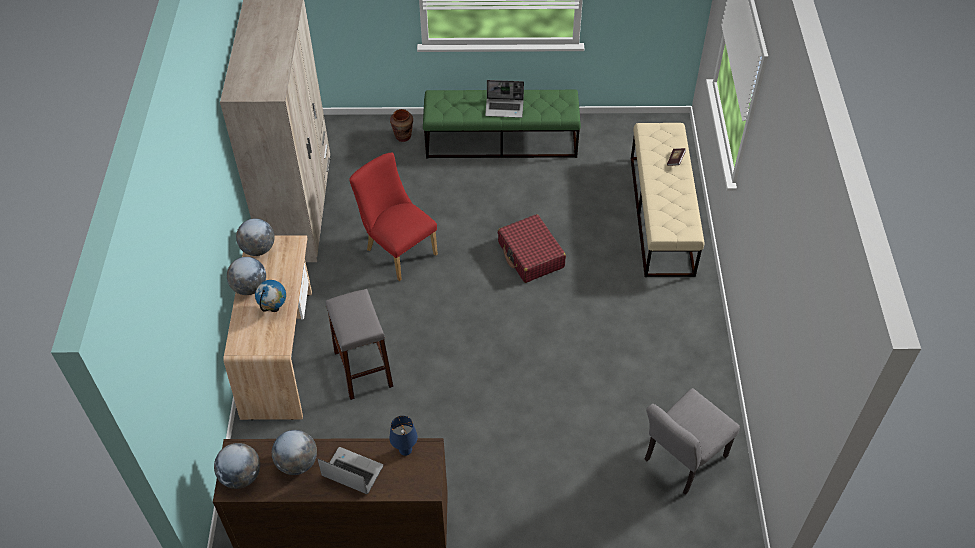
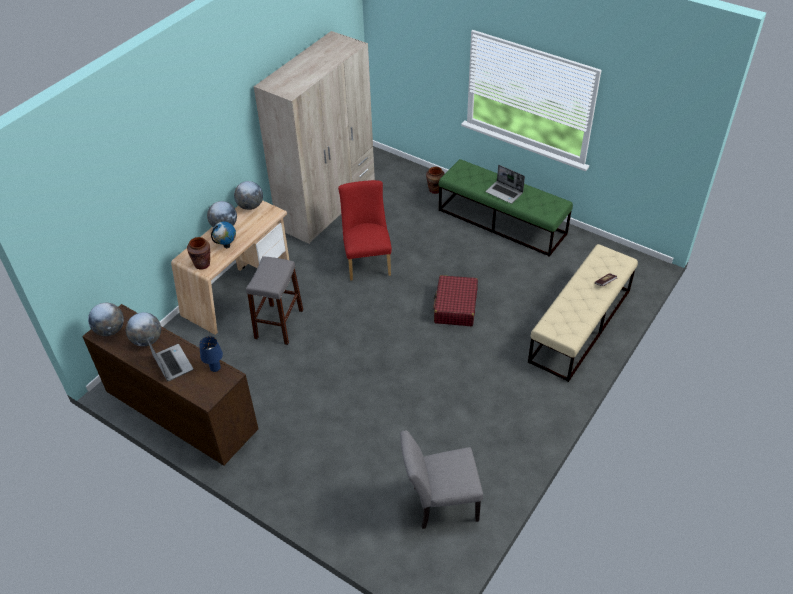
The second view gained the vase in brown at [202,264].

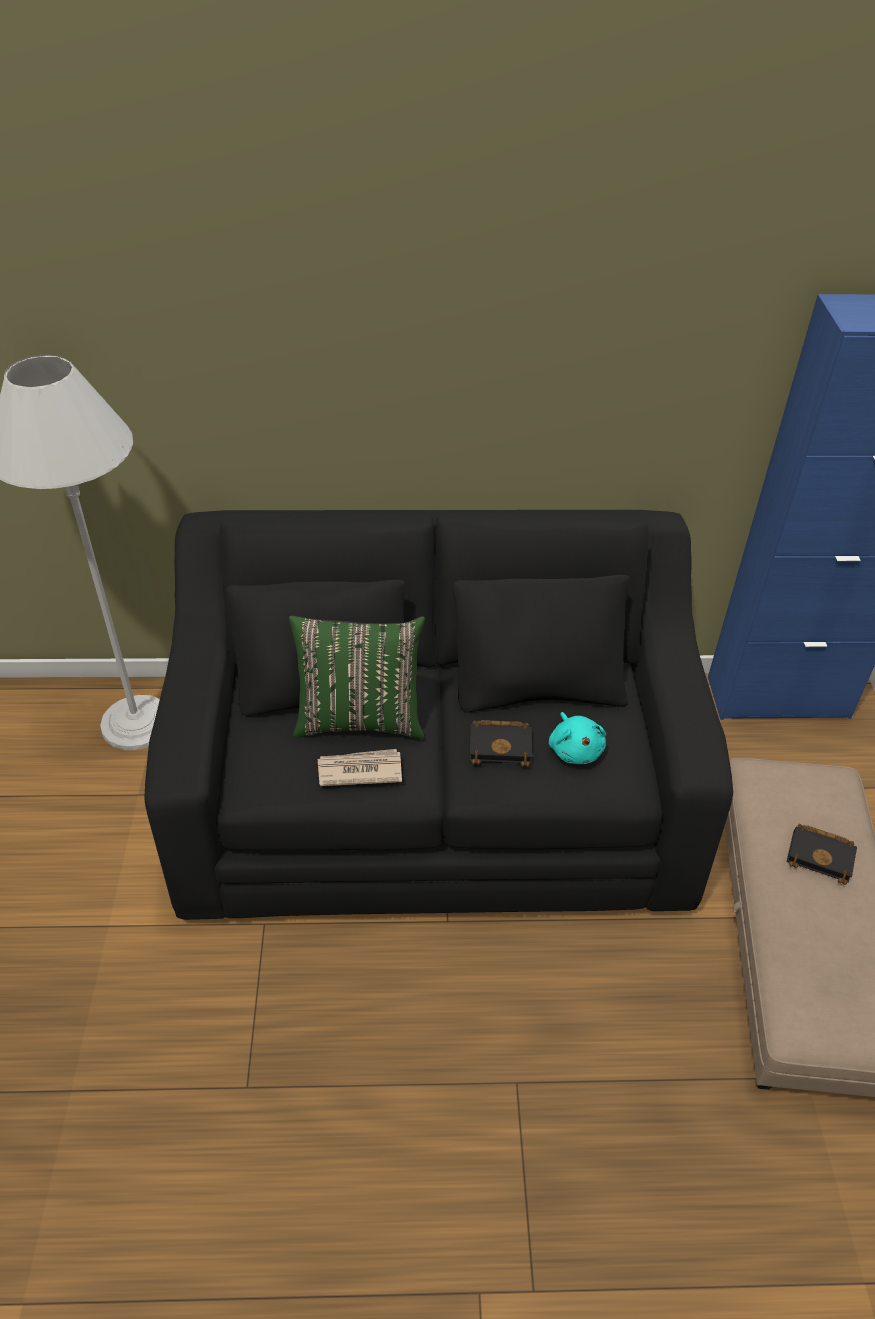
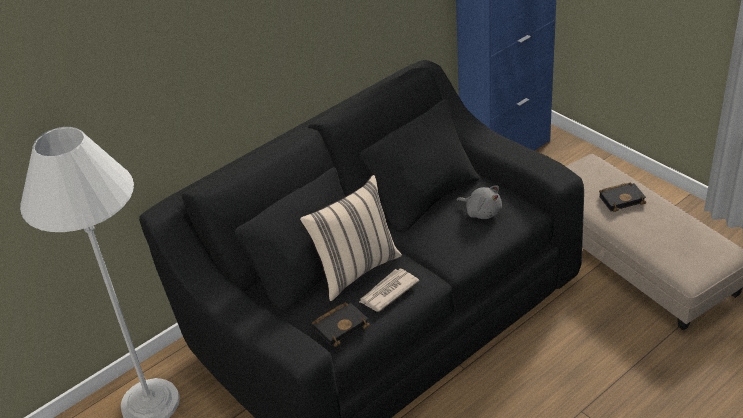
What was the pillow in green at [360,719] turned into the pillow in beige at [355,269].
What was the plush toy in turquoise at [575,749] turned into the plush toy in grey at [482,212].
The book in black ended up elsewhere, having gone from [502,745] to [341,325].

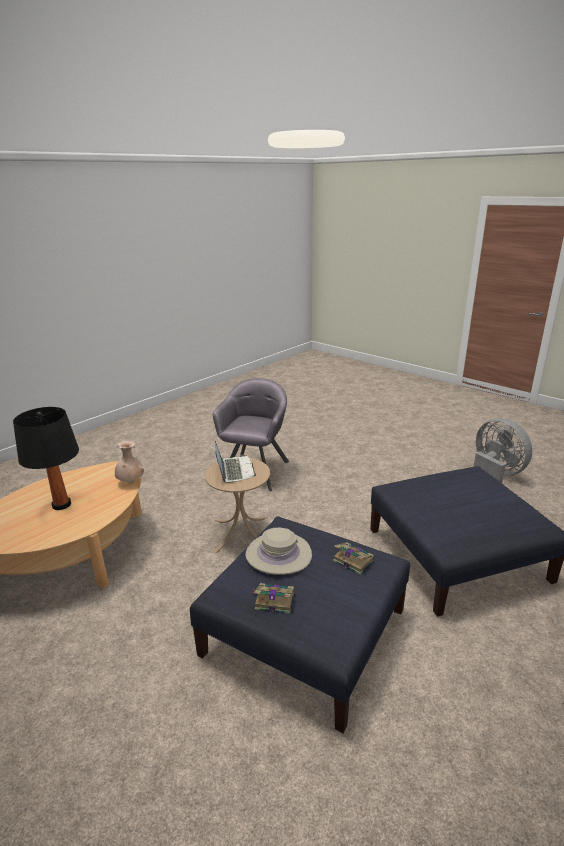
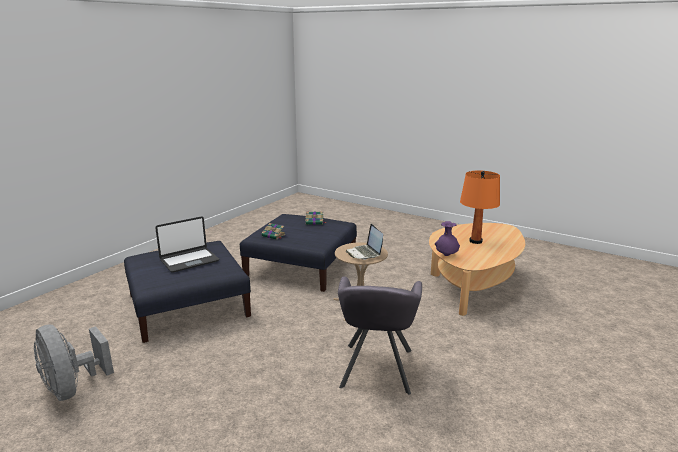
What was the table lamp in black at [61,504] turned into the table lamp in orange at [476,241].
What was the vase in beige at [131,482] turned into the vase in purple at [446,255].
The second view lost the hat in beige at [278,555].
The second view gained the laptop at [189,260].

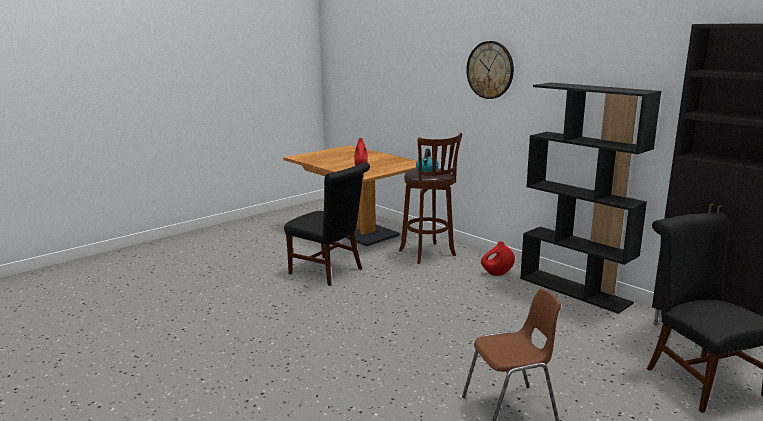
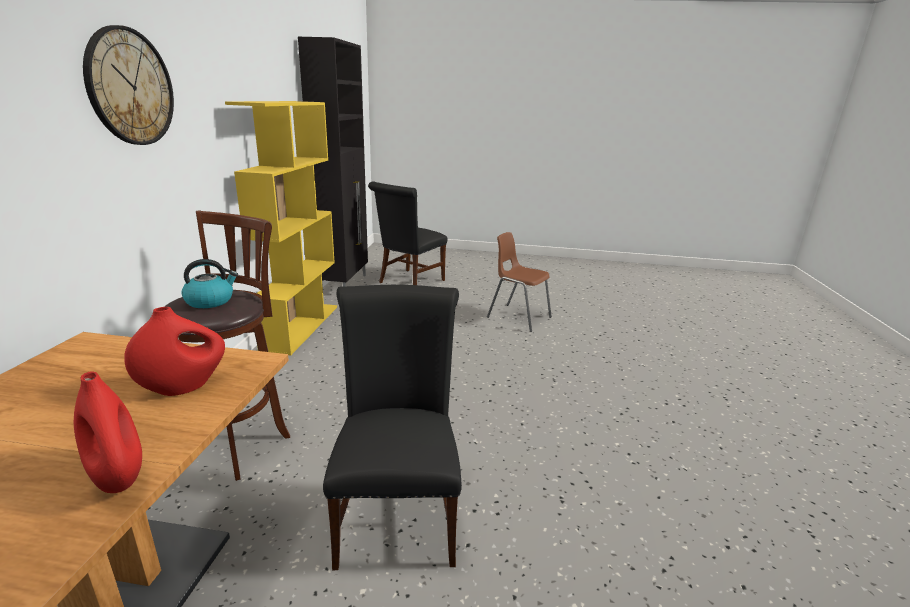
What was the bookcase in black at [575,290] turned into the bookcase in yellow at [301,327].
The vase in red ended up elsewhere, having gone from [497,273] to [118,477].

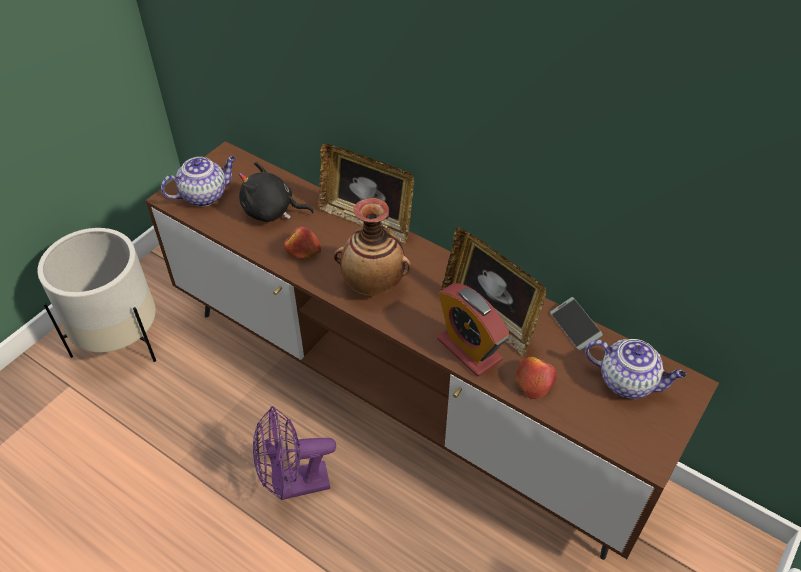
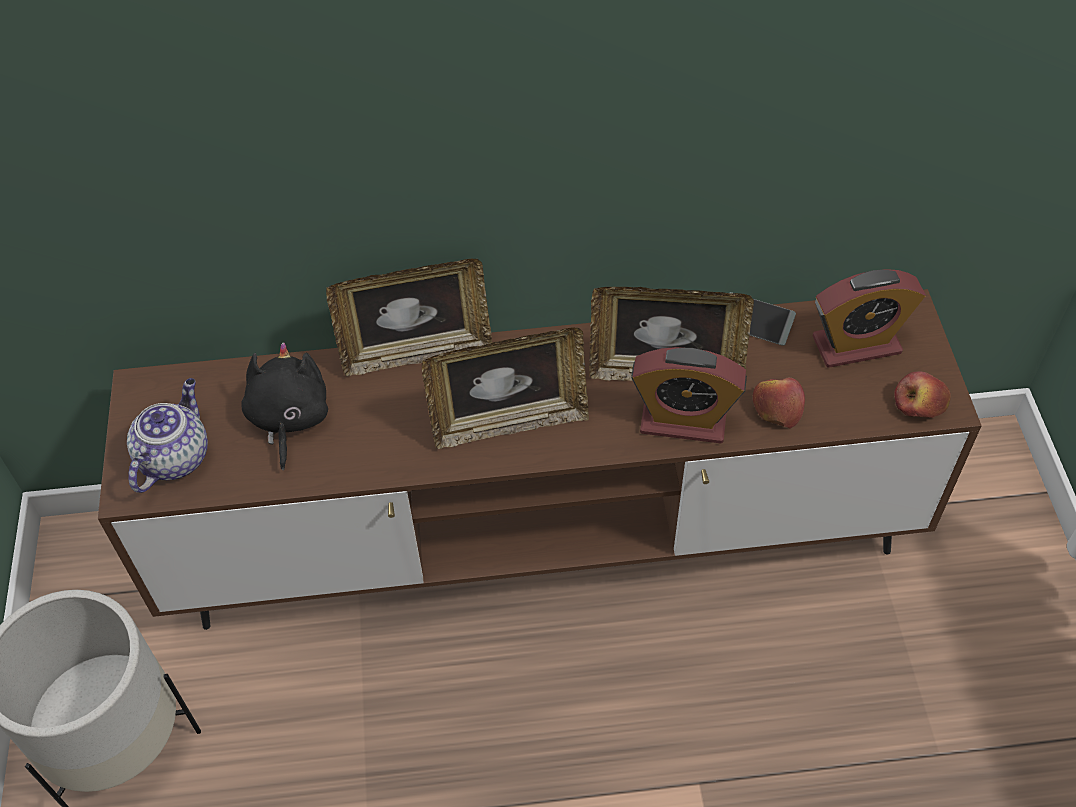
The plush toy in black at [272,211] ended up facing another way, 120 degrees clockwise from before.
Where the vase stood at [373,284], the picture frame came to stand at [509,422].
The apple ended up elsewhere, having gone from [302,250] to [919,404].
Where the teapot stood at [628,382], the alarm clock came to stand at [856,345].
The second view lost the fan in purple at [294,485].

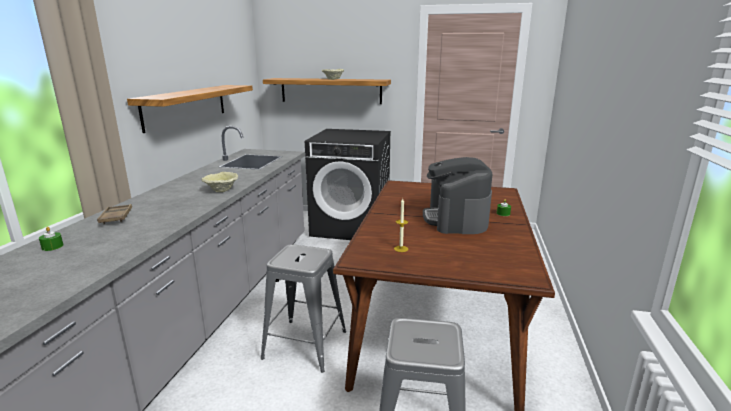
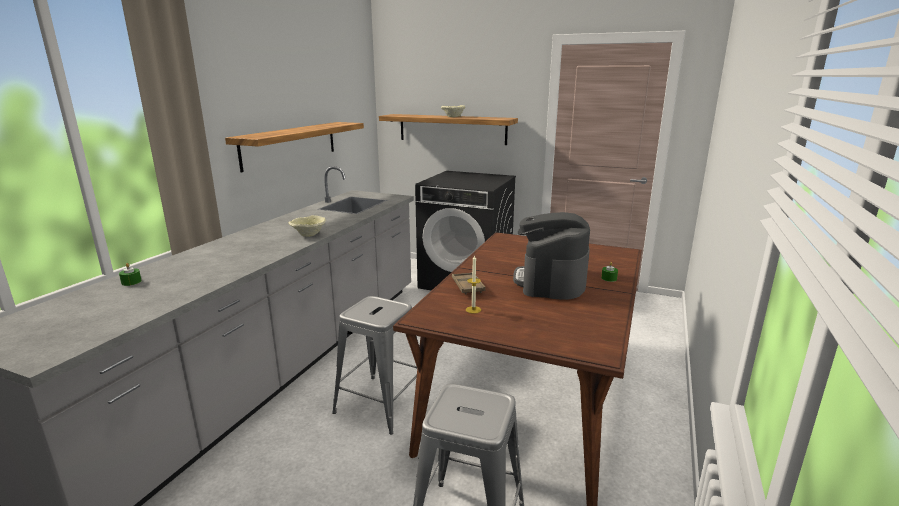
The tray in brown ended up elsewhere, having gone from [116,217] to [467,286].

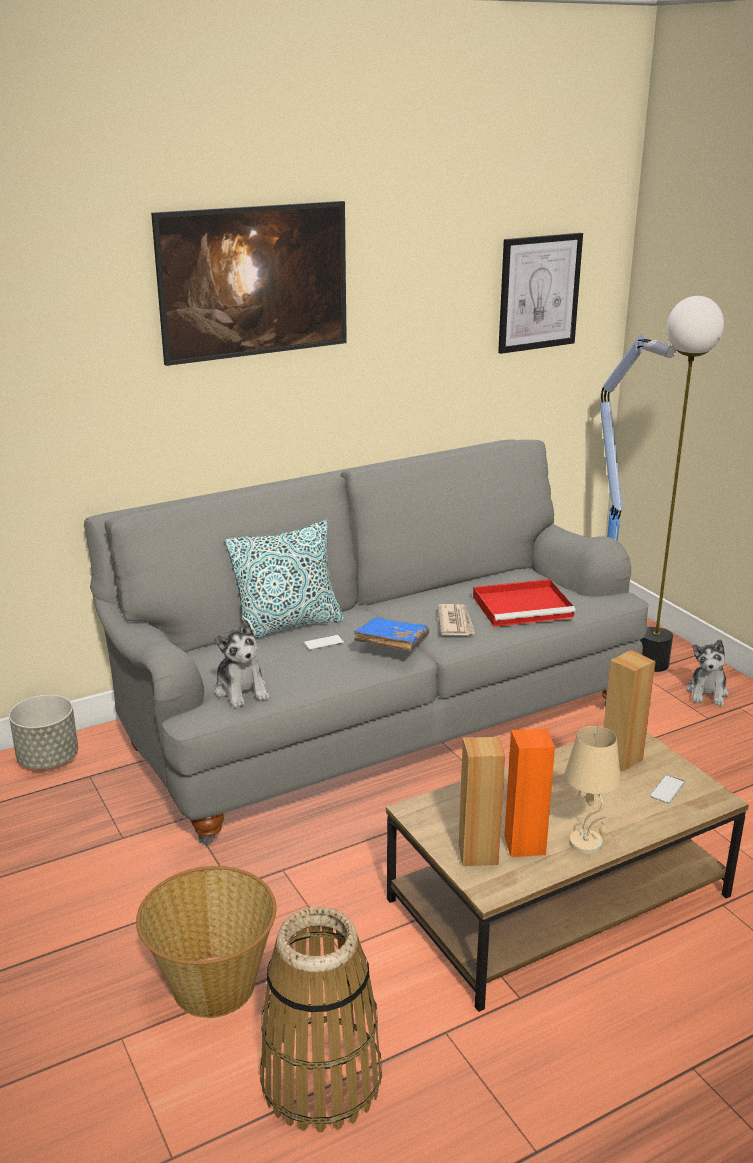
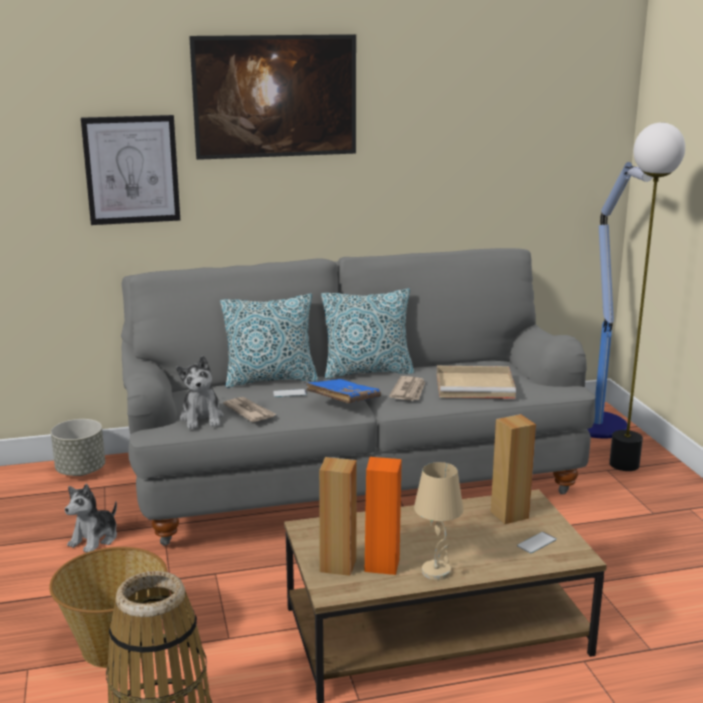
The picture ended up elsewhere, having gone from [539,292] to [131,170].
What was the tray in red at [524,607] turned into the tray in beige at [476,386].
The plush toy ended up elsewhere, having gone from [707,693] to [95,539].
The second view gained the pillow at [367,371].
The second view gained the newspaper at [249,412].

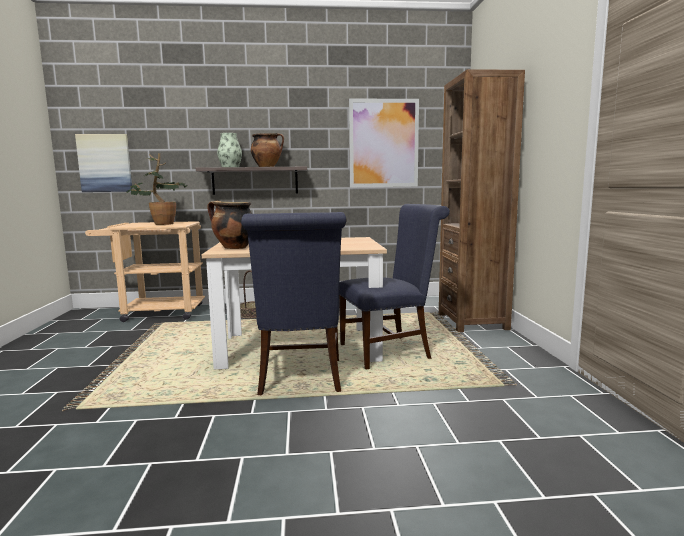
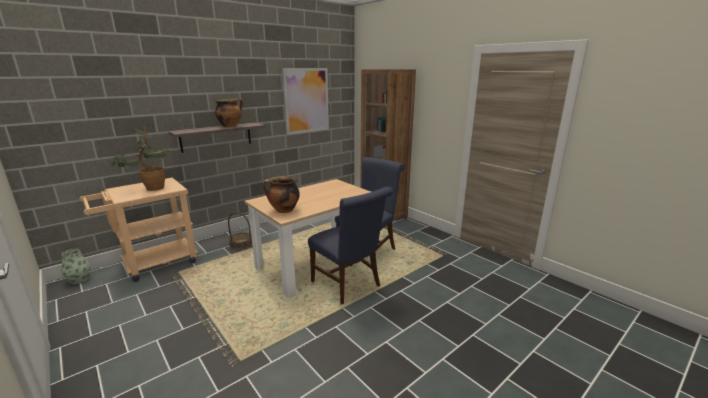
The vase ended up elsewhere, having gone from [230,167] to [79,279].
The second view lost the picture at [105,163].

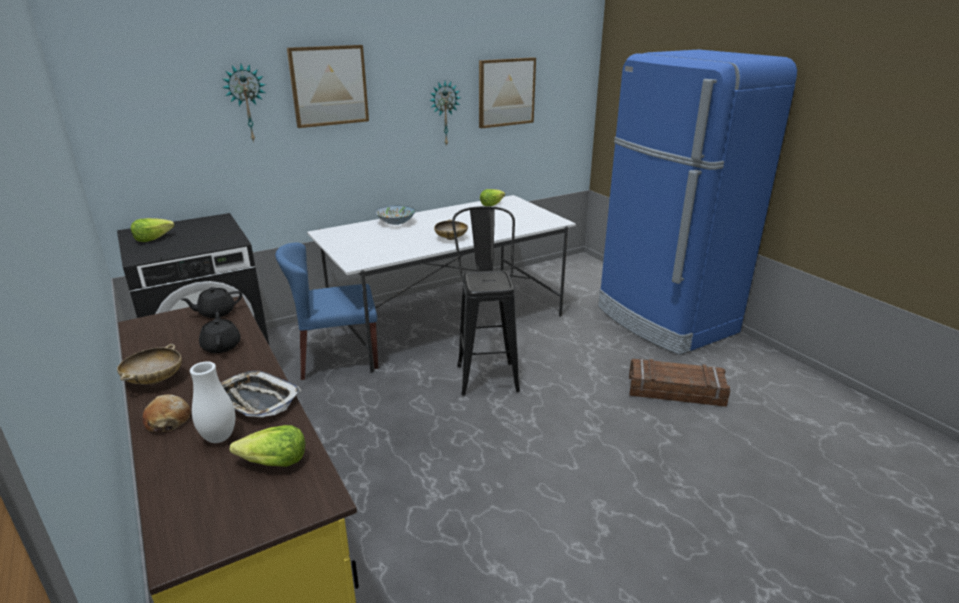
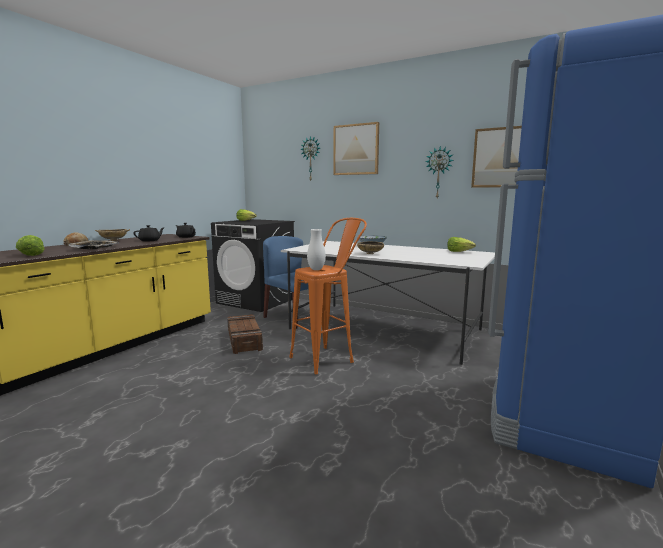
What was the stool in black at [486,372] turned into the stool in orange at [329,357].
The crate ended up elsewhere, having gone from [675,390] to [244,339].
The vase in white ended up elsewhere, having gone from [219,437] to [316,269].

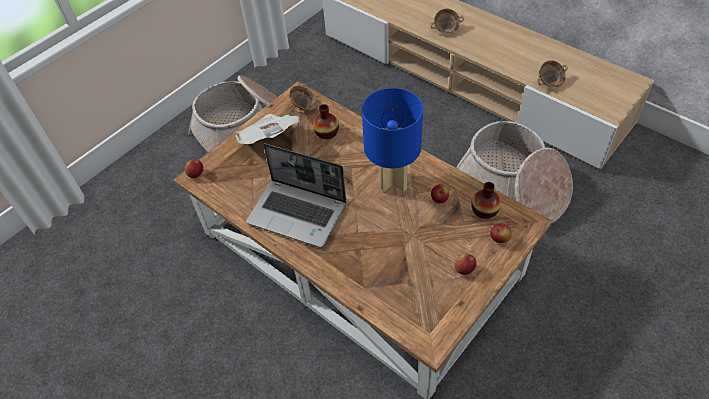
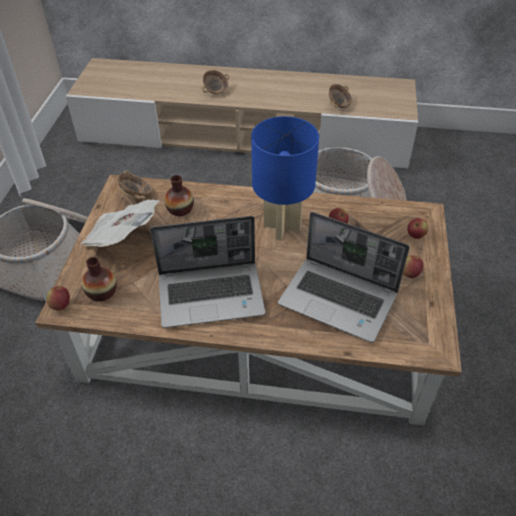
The vase ended up elsewhere, having gone from [484,210] to [102,292].
The second view gained the laptop at [339,299].

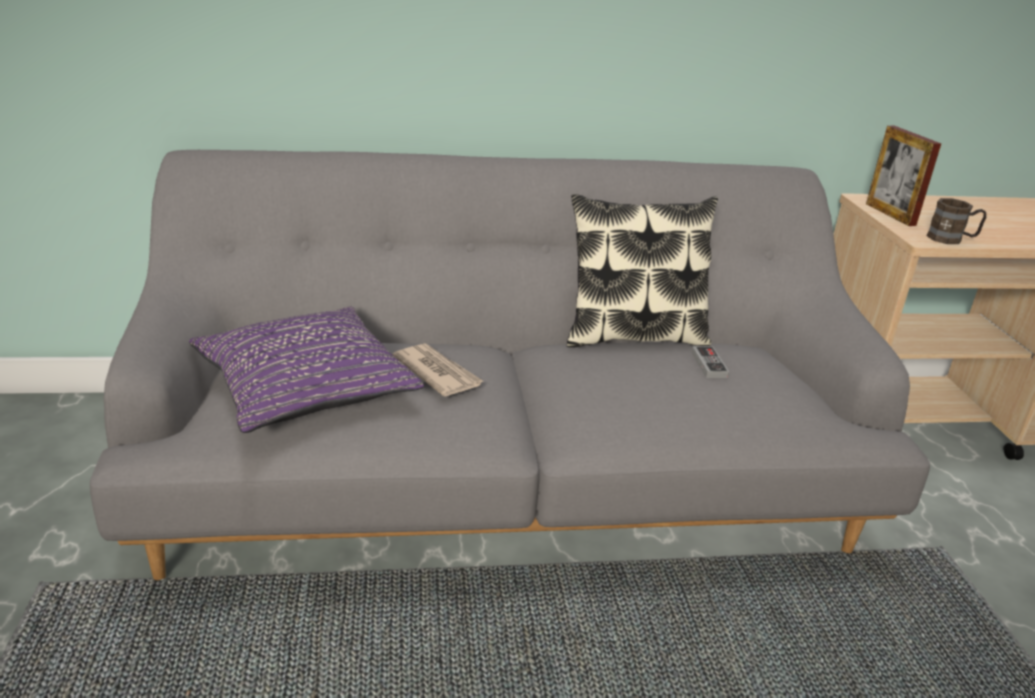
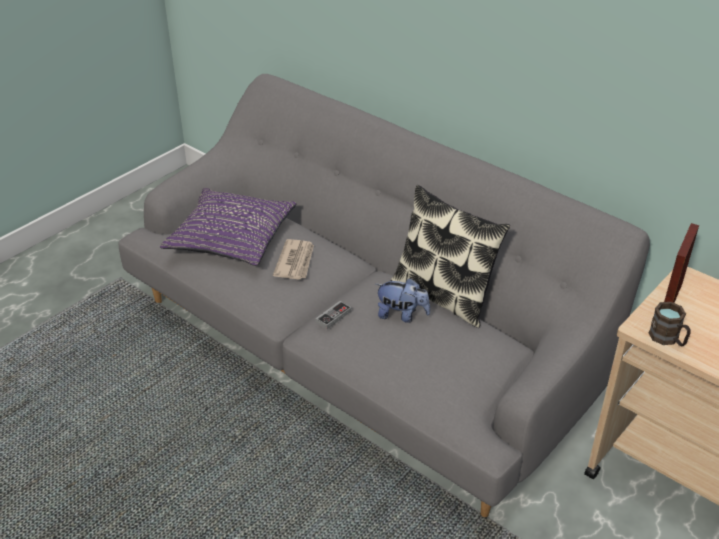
The game controller ended up elsewhere, having gone from [709,365] to [333,316].
The second view gained the plush toy at [402,315].

